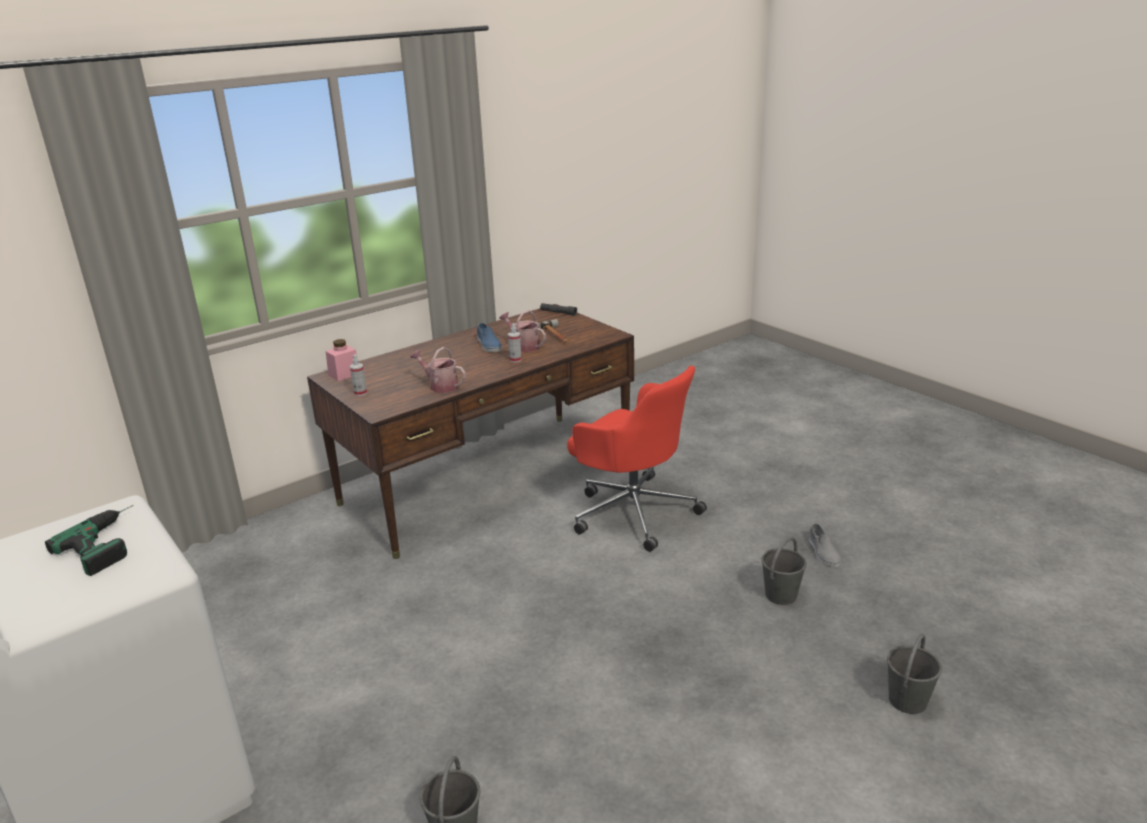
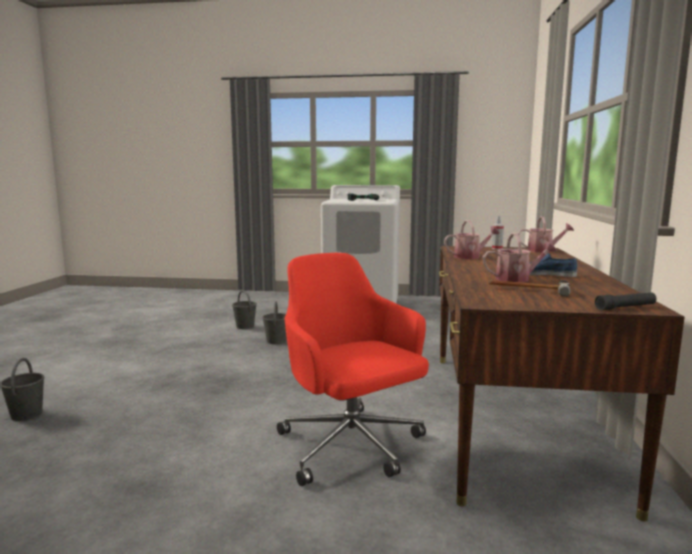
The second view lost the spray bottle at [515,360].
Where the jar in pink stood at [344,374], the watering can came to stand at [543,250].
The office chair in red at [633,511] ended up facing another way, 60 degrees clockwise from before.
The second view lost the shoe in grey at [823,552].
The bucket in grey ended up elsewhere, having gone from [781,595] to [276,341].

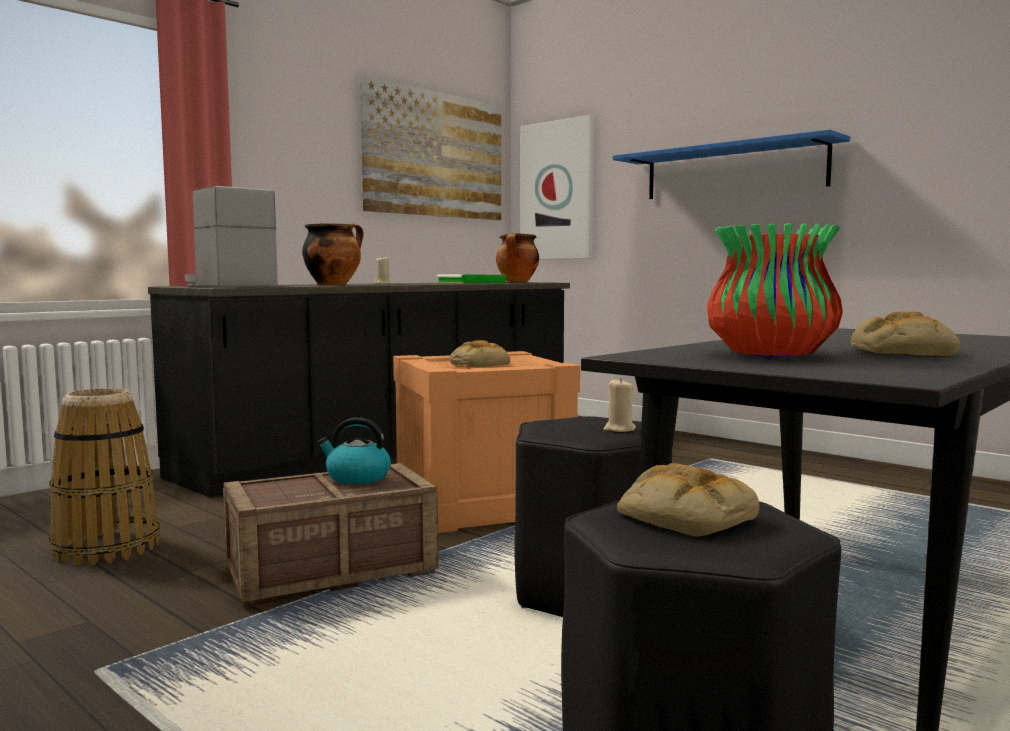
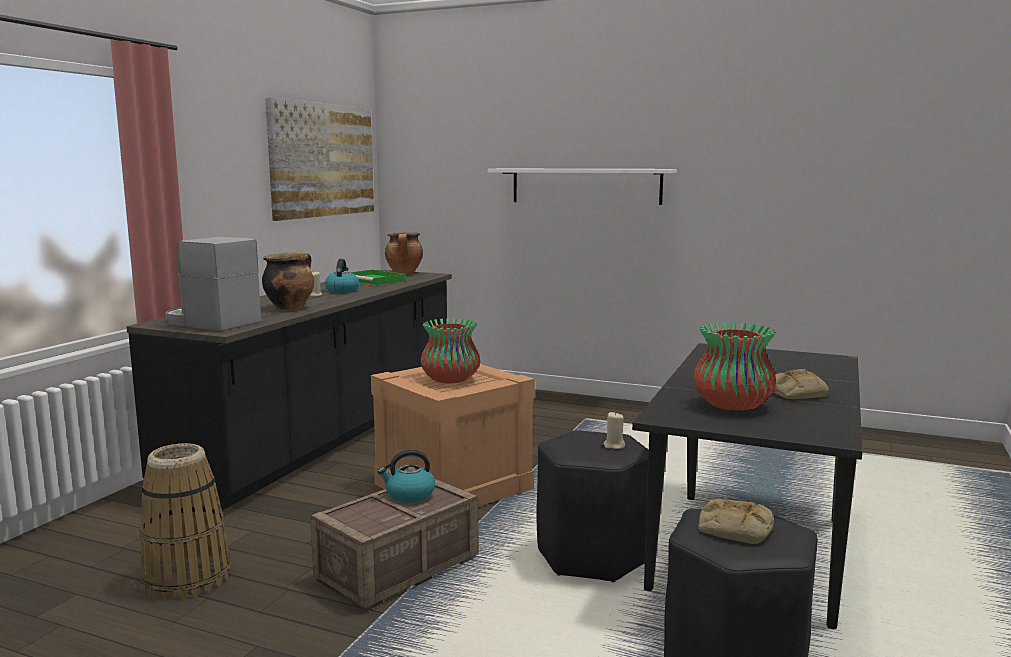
The second view lost the picture at [558,191].
What was the shelf in blue at [733,171] turned into the shelf in white at [585,186].
Where the bread stood at [479,364], the vase came to stand at [450,380].
The second view gained the kettle at [342,290].

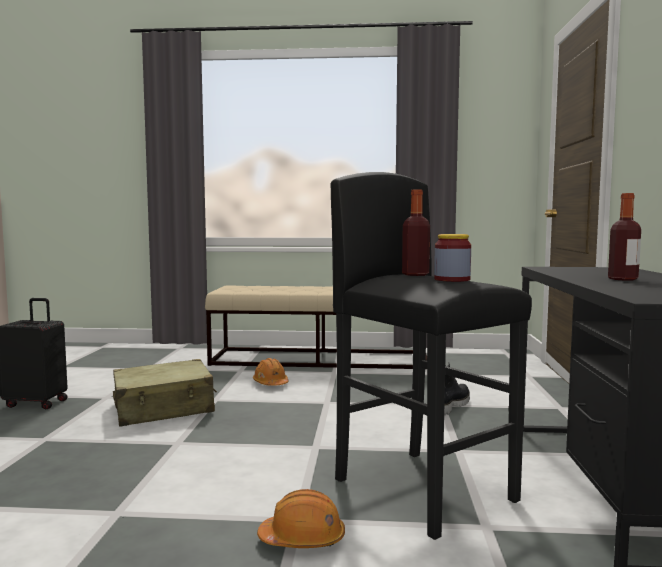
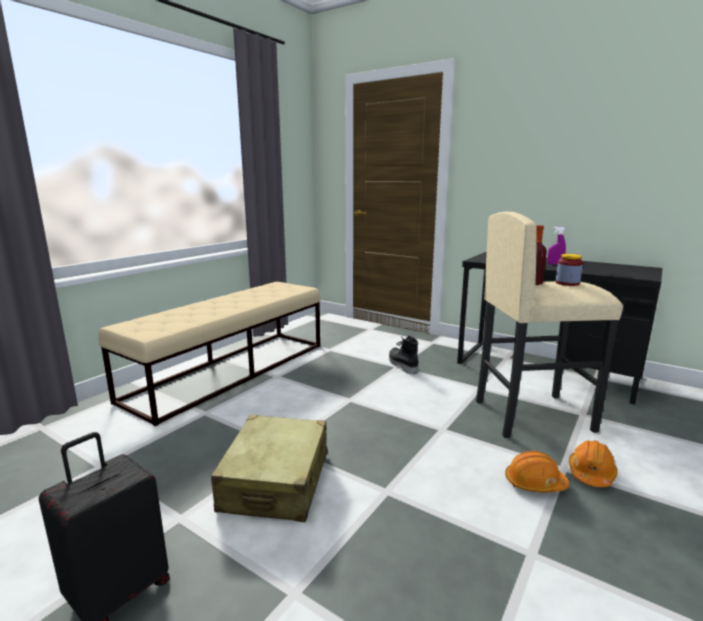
What was the stool in black at [424,489] turned into the stool in beige at [531,415].
Where the bottle stood at [622,279], the spray bottle in purple came to stand at [555,264].
The hard hat in orange ended up elsewhere, having gone from [270,383] to [534,483].

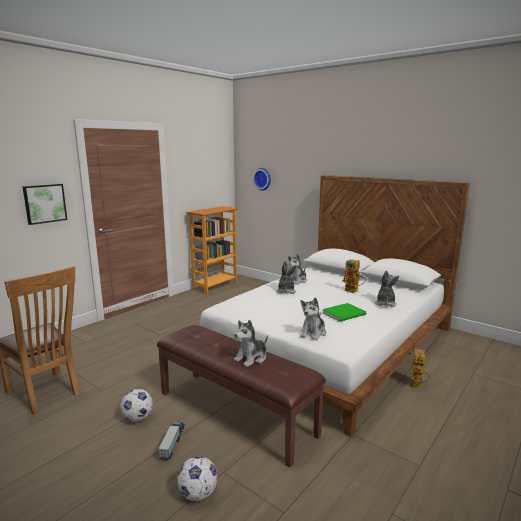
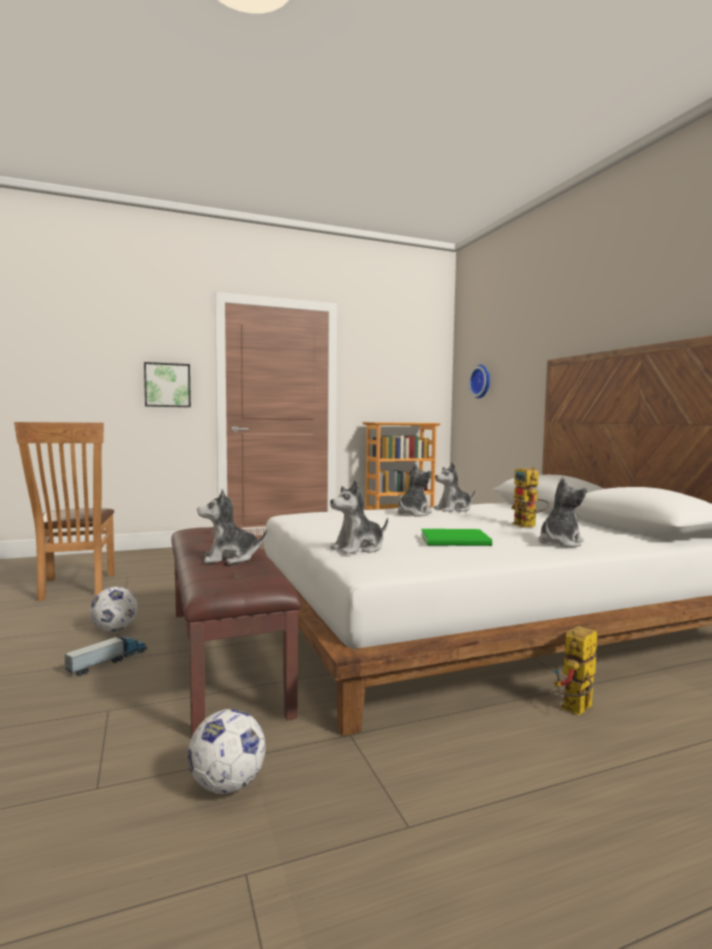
The football ended up elsewhere, having gone from [198,494] to [228,785].

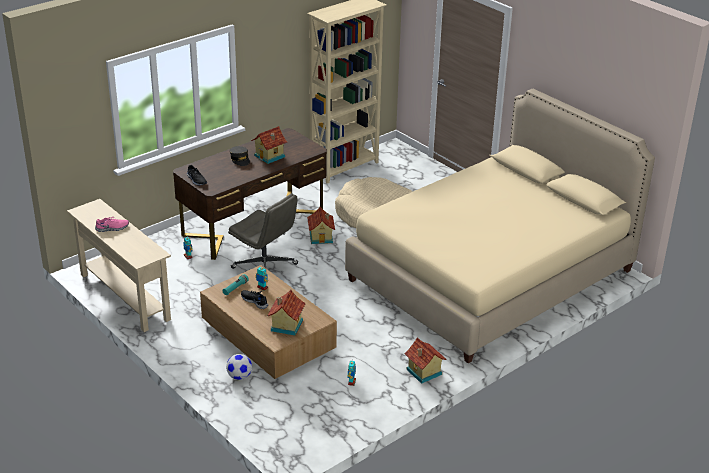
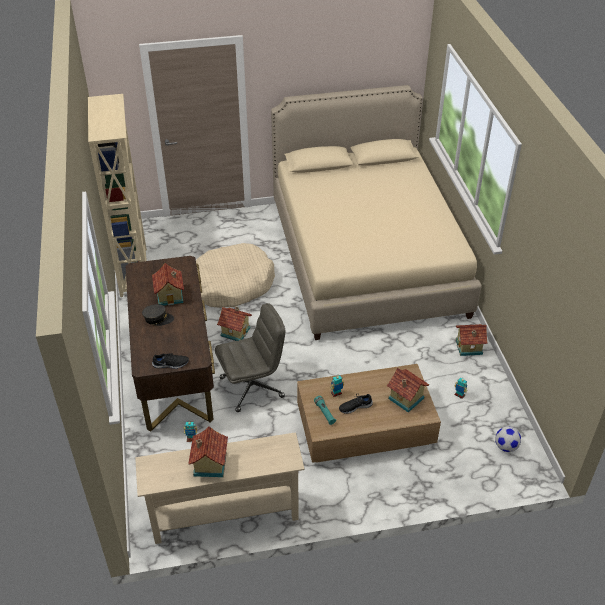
Where the shoe in pink stood at [112,228], the toy house came to stand at [209,464].
The football ended up elsewhere, having gone from [239,376] to [505,446].

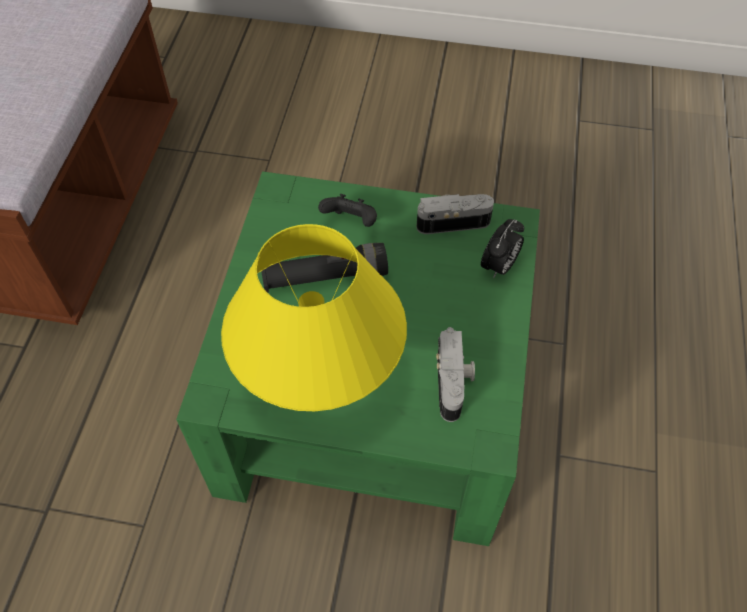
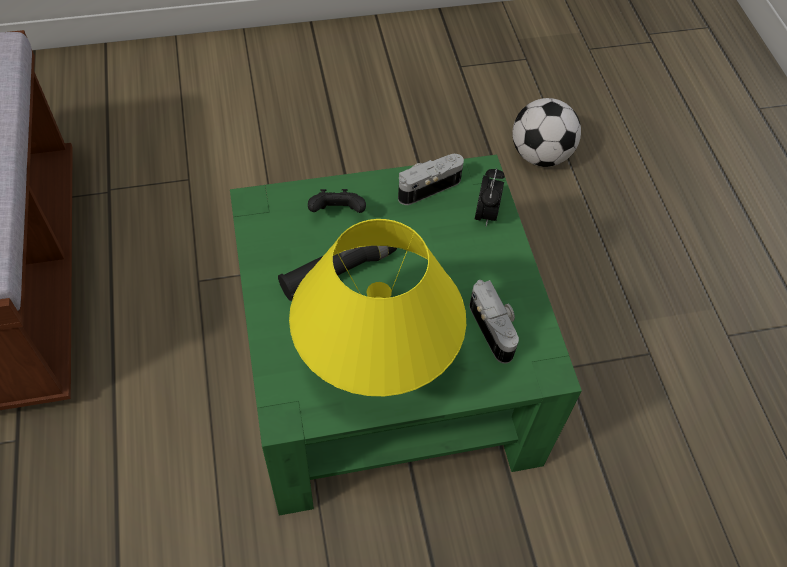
The second view gained the football at [540,155].

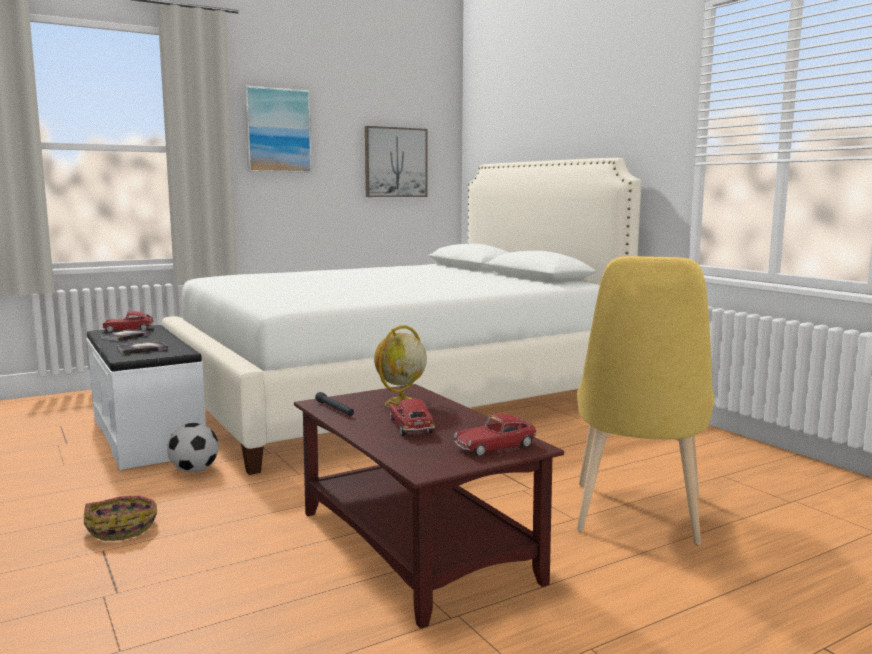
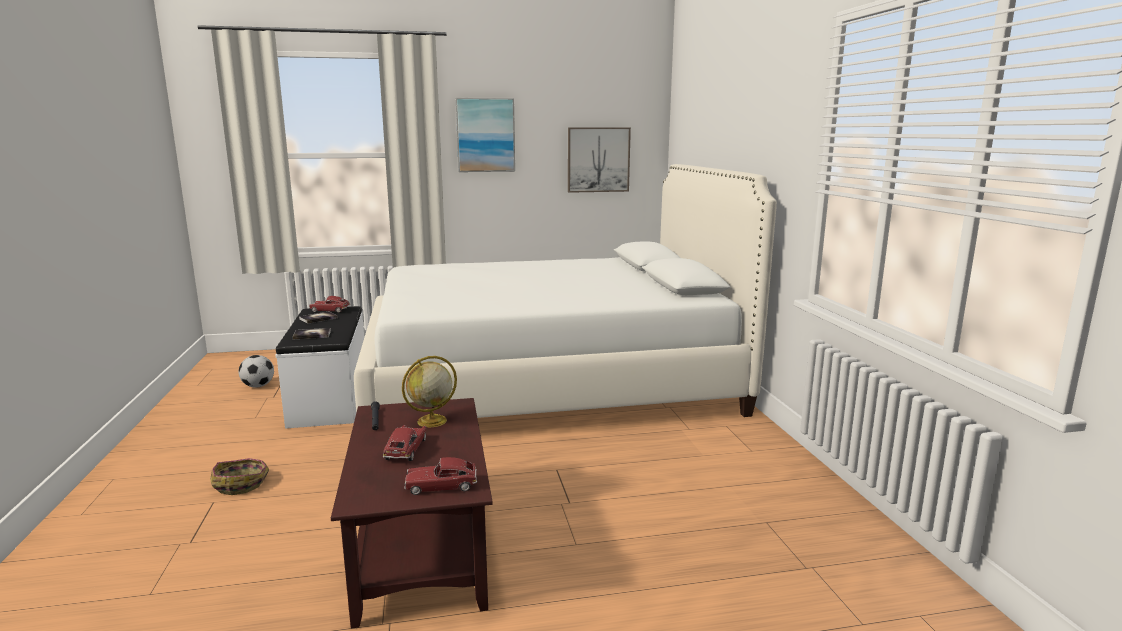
The second view lost the chair in yellow at [637,518].
The football ended up elsewhere, having gone from [194,470] to [258,386].

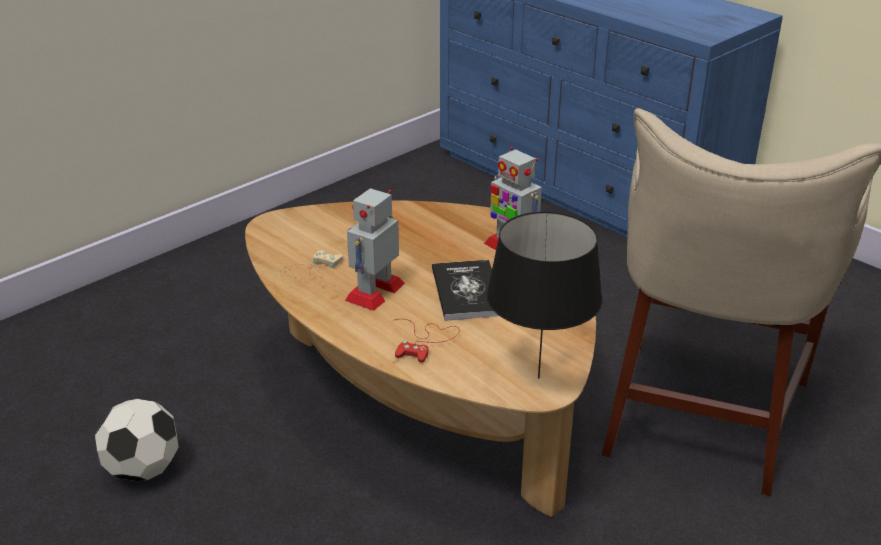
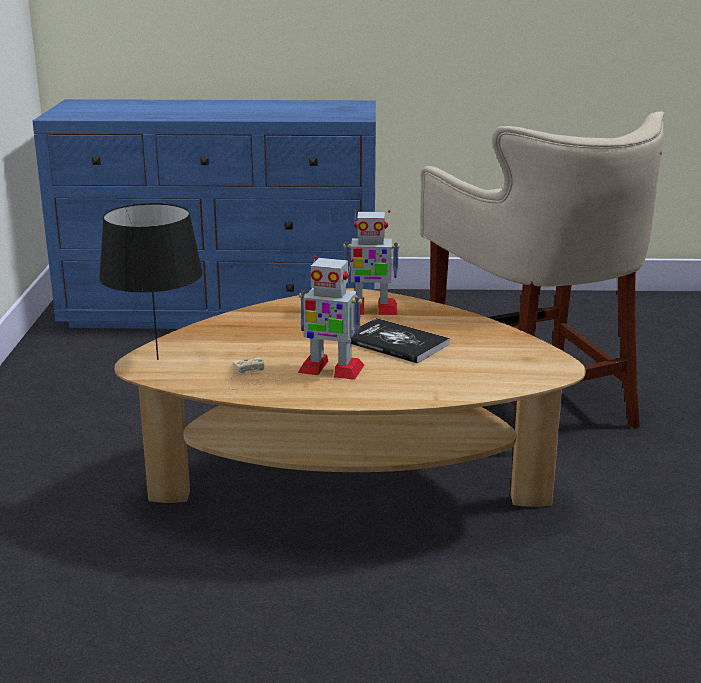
The toy robot at [375,291] ended up facing another way, 60 degrees counterclockwise from before.
The table lamp in black ended up elsewhere, having gone from [540,378] to [158,359].
The second view lost the game controller in red at [425,341].
The second view lost the football at [144,469].

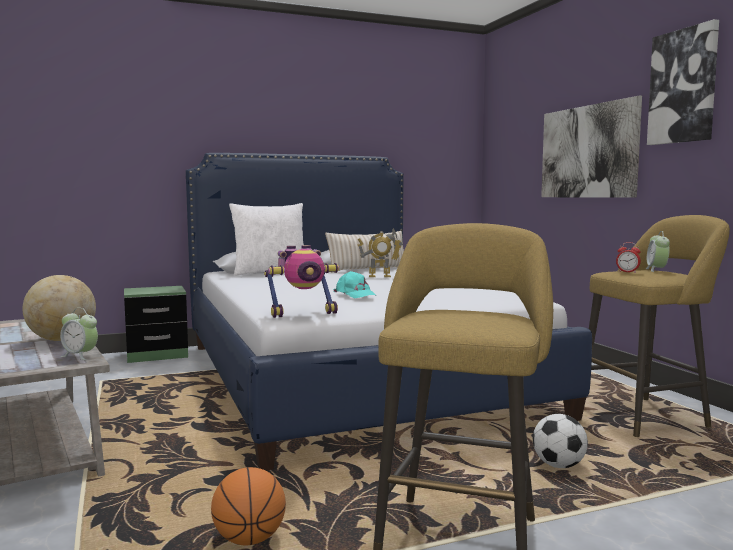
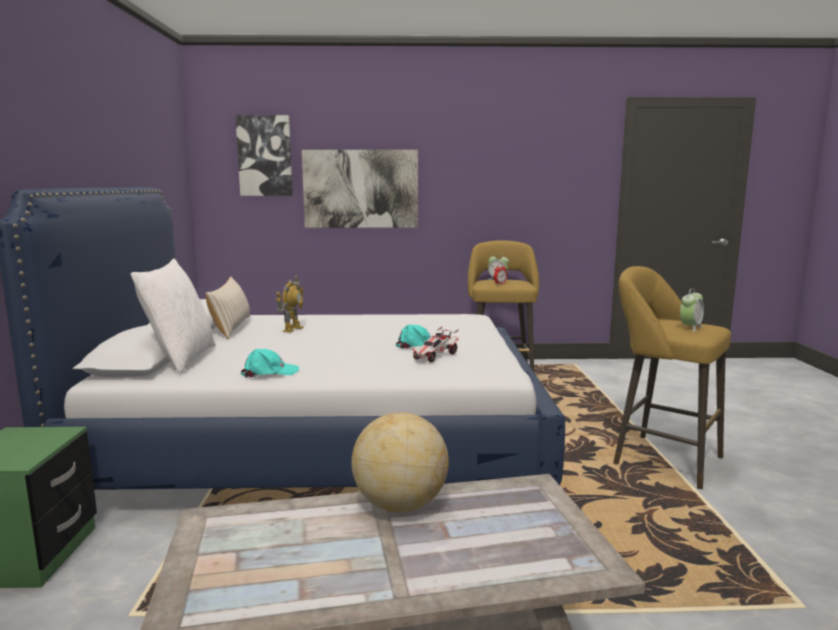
The picture ended up elsewhere, having gone from [683,86] to [265,156].
The second view lost the toy robot at [302,313].
The alarm clock ended up elsewhere, having gone from [80,356] to [690,328].
The second view lost the football at [559,465].
The second view lost the basketball at [249,539].
The second view gained the toy car at [435,356].
The second view gained the cap in turquoise at [269,372].

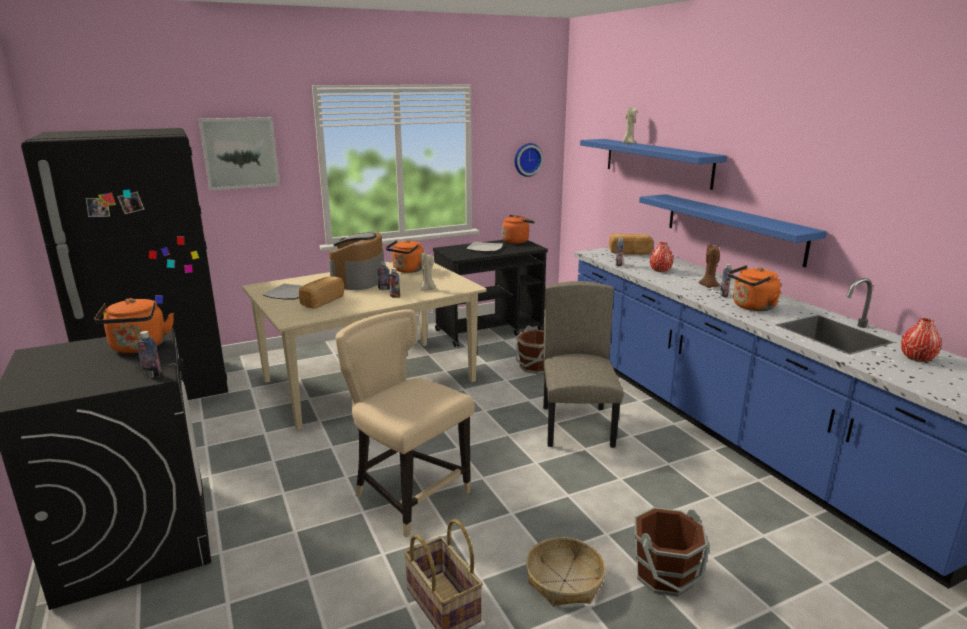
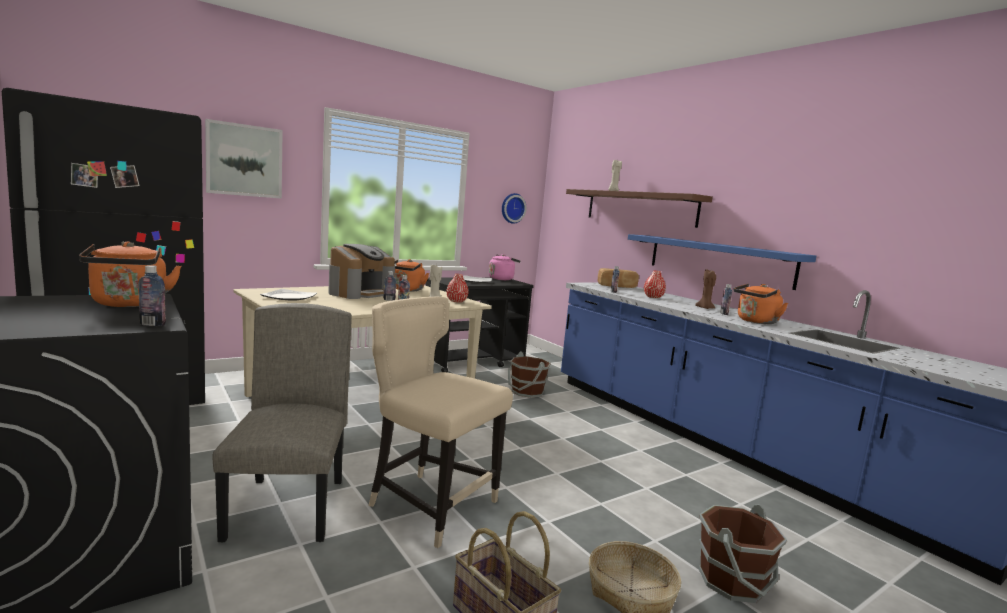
What was the shelf in blue at [656,162] turned into the shelf in brown at [639,207].
What was the kettle in orange at [516,241] turned into the kettle in pink at [502,279].
The coffee machine at [359,280] ended up facing another way, 150 degrees counterclockwise from before.
The second view lost the bread at [321,301].
The chair in beige ended up elsewhere, having gone from [577,426] to [288,508].
The vase in red ended up elsewhere, having gone from [917,358] to [456,301].

